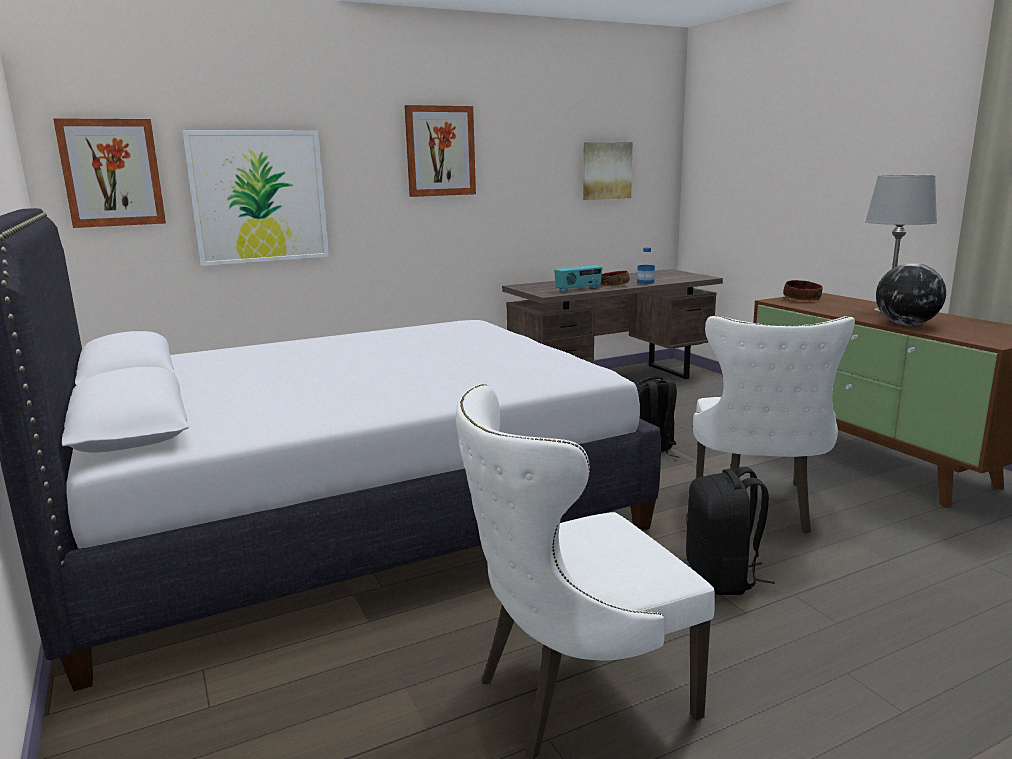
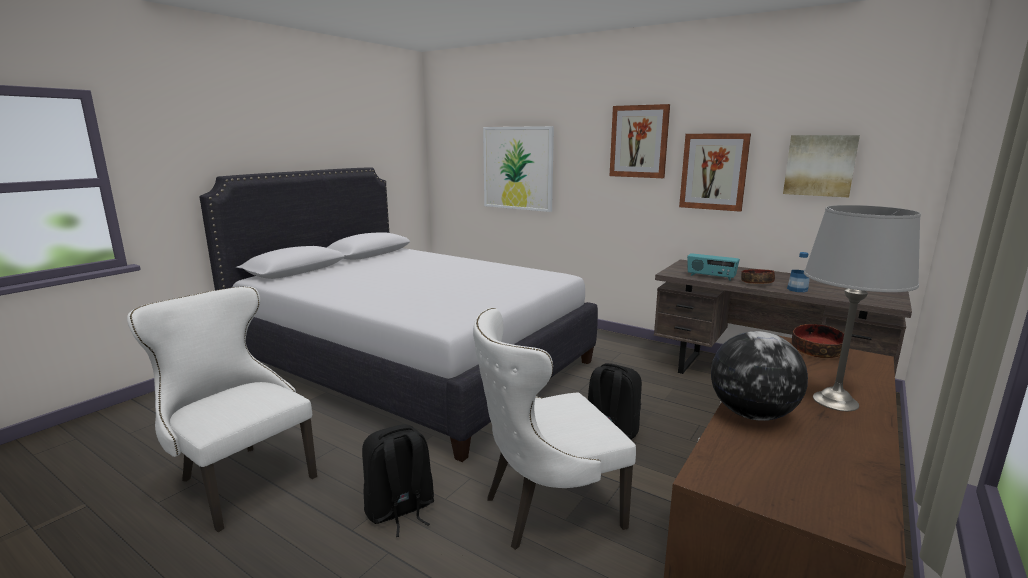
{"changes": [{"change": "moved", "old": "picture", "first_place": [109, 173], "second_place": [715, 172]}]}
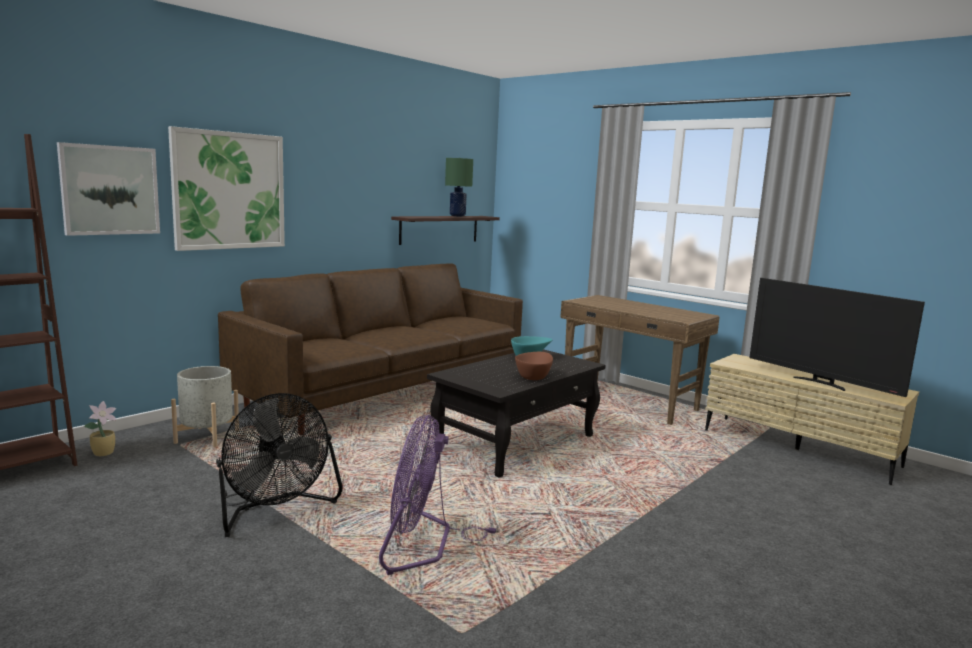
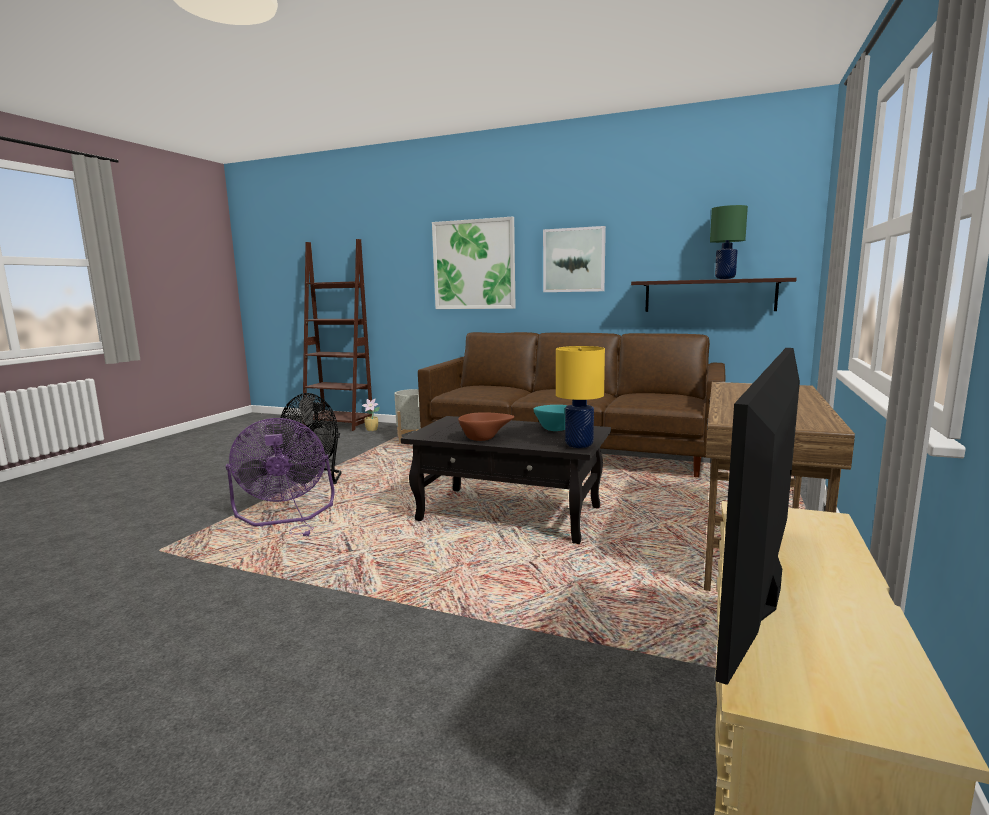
{"changes": [{"change": "moved", "old": "picture", "first_place": [108, 189], "second_place": [574, 259]}, {"change": "added", "new": "yellow table lamp", "second_place": [580, 397]}]}
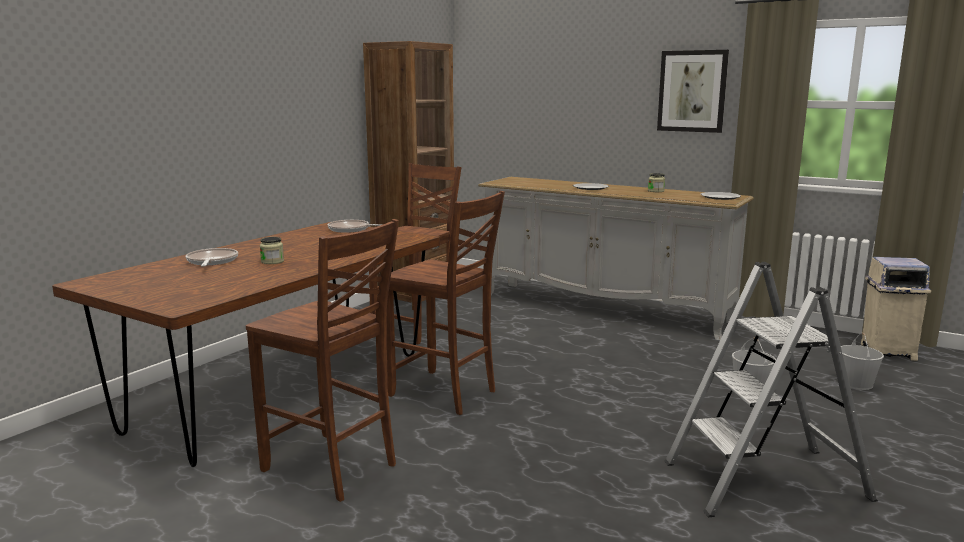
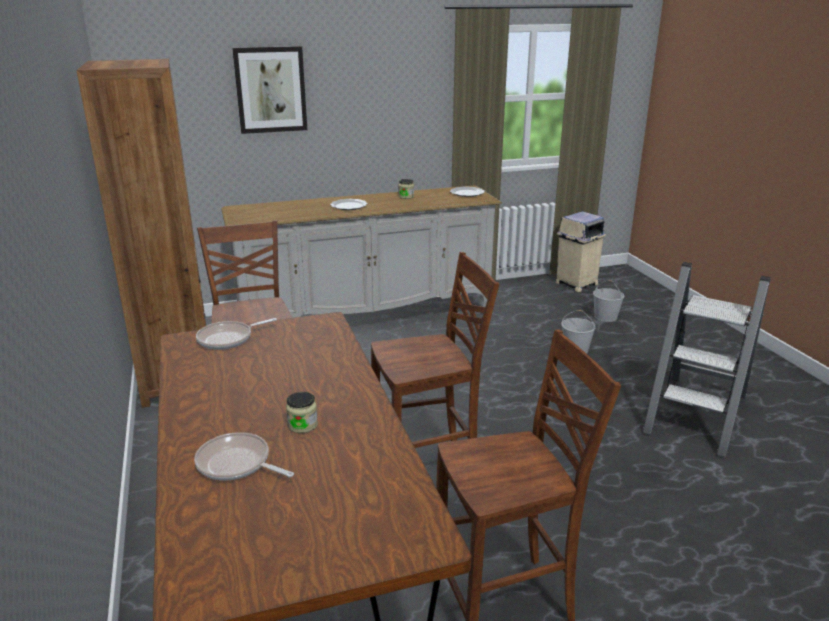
{"changes": [{"change": "moved", "old": "picture", "first_place": [693, 91], "second_place": [269, 90]}]}
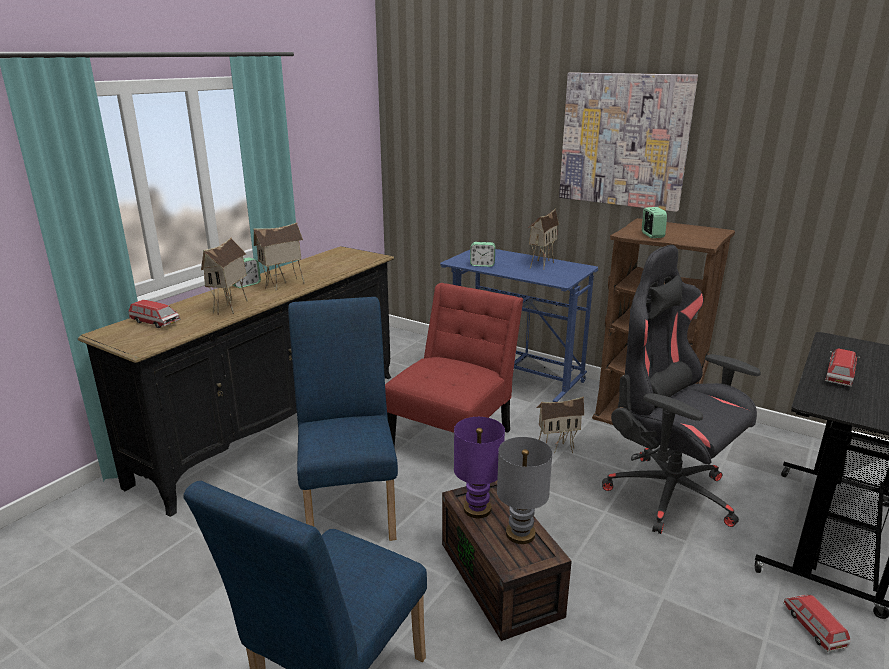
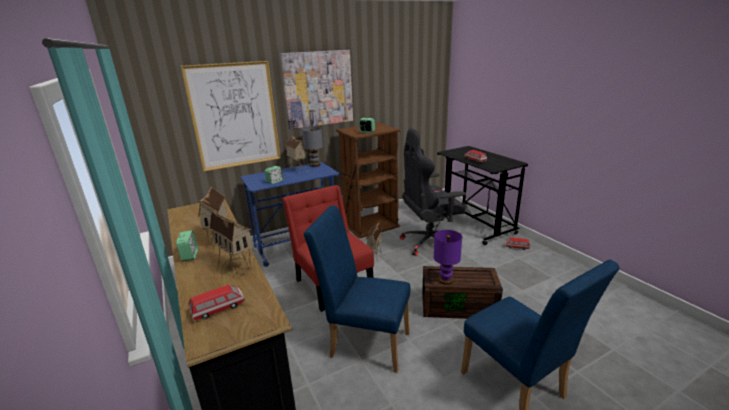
{"changes": [{"change": "moved", "old": "grey table lamp", "first_place": [525, 490], "second_place": [312, 147]}, {"change": "added", "new": "picture", "second_place": [231, 116]}]}
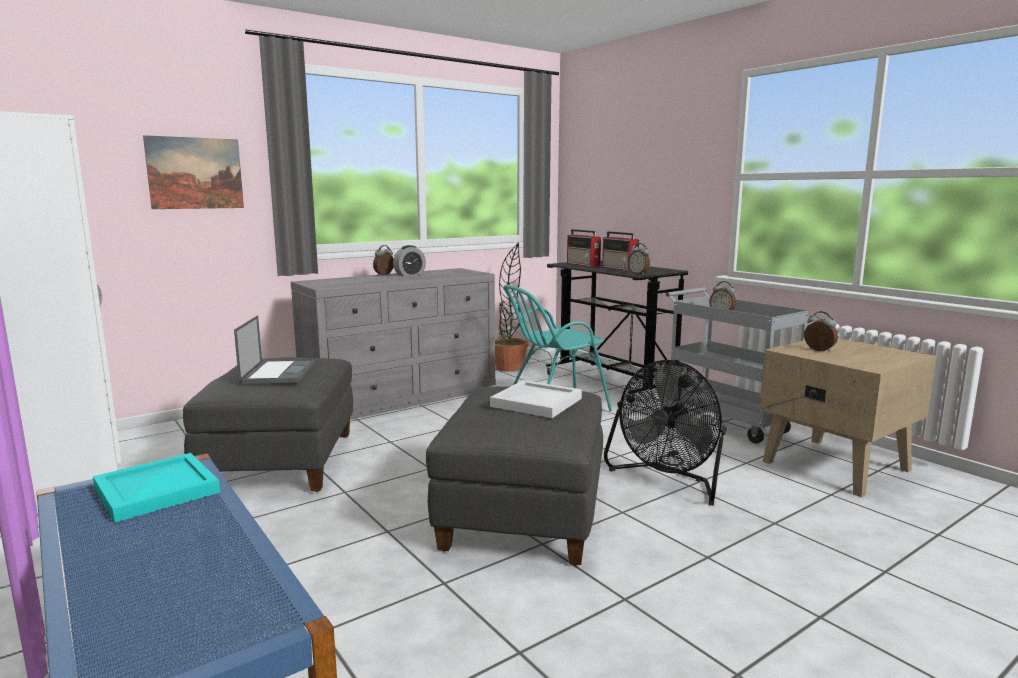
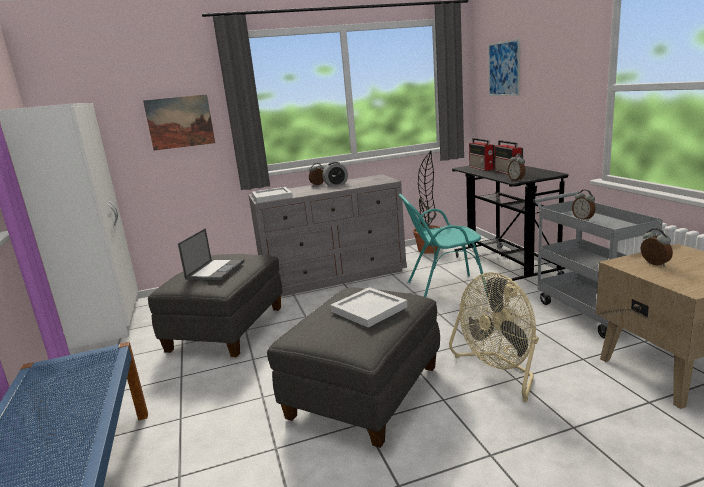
{"changes": [{"change": "recoloured", "old": "black fan", "new": "beige fan", "first_place": [665, 433], "second_place": [494, 337]}, {"change": "removed", "old": "turquoise tray", "first_place": [156, 487]}, {"change": "added", "new": "picture", "second_place": [504, 67]}, {"change": "added", "new": "white tray", "second_place": [272, 195]}]}
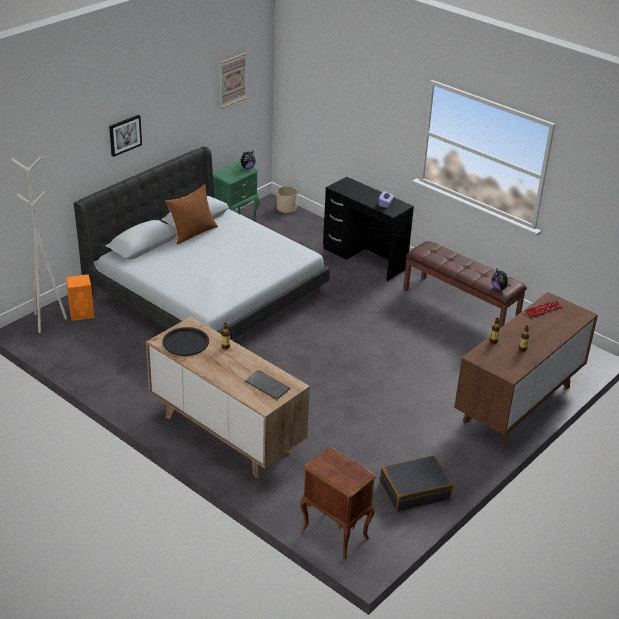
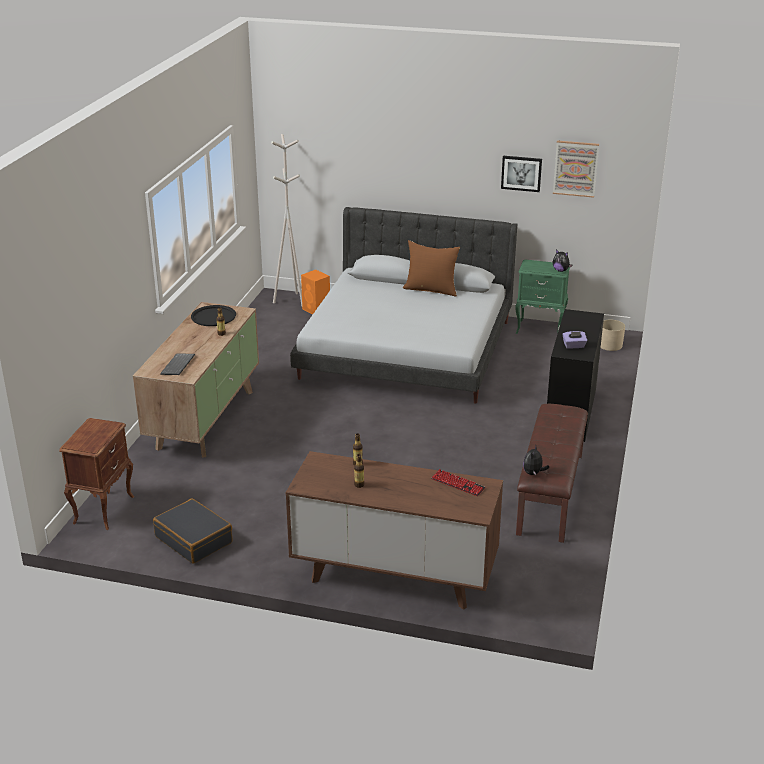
{"changes": [{"change": "moved", "old": "picture", "first_place": [125, 136], "second_place": [521, 174]}]}
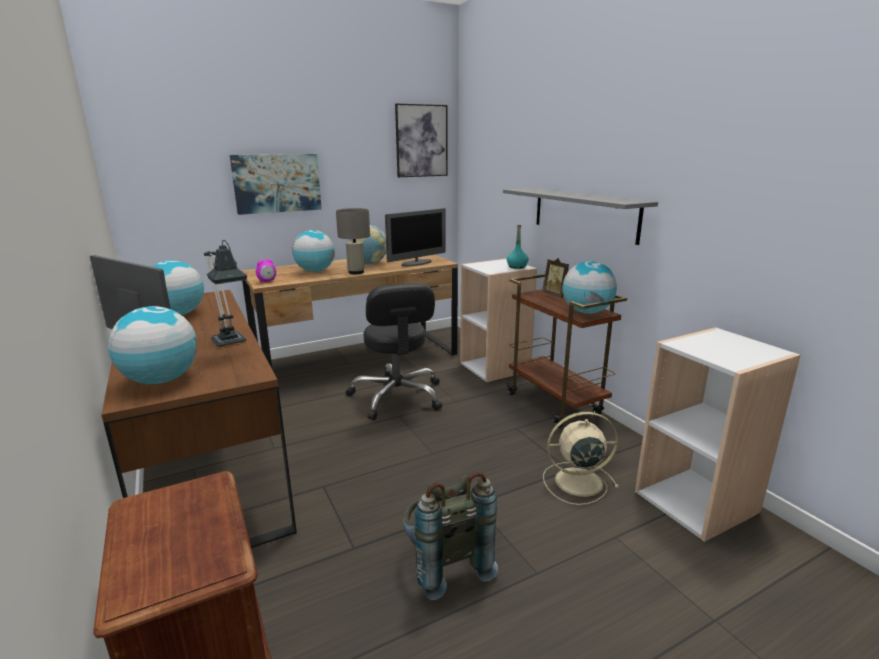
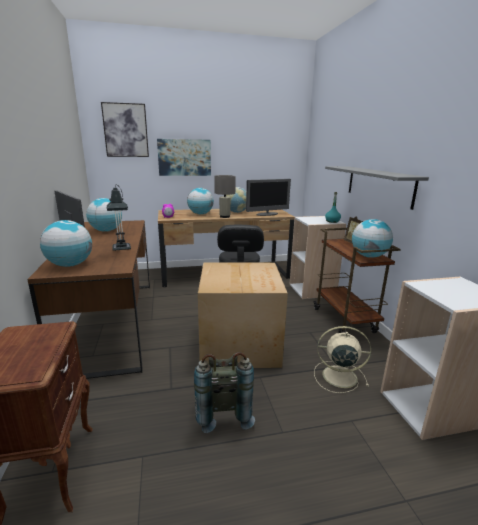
{"changes": [{"change": "moved", "old": "picture", "first_place": [421, 140], "second_place": [125, 129]}, {"change": "added", "new": "cardboard box", "second_place": [243, 315]}]}
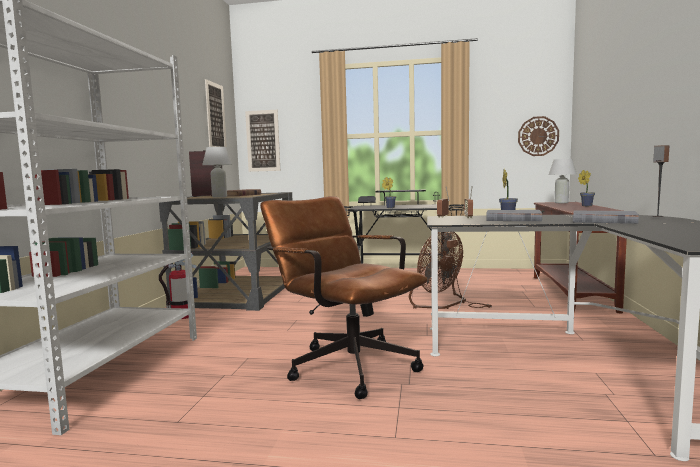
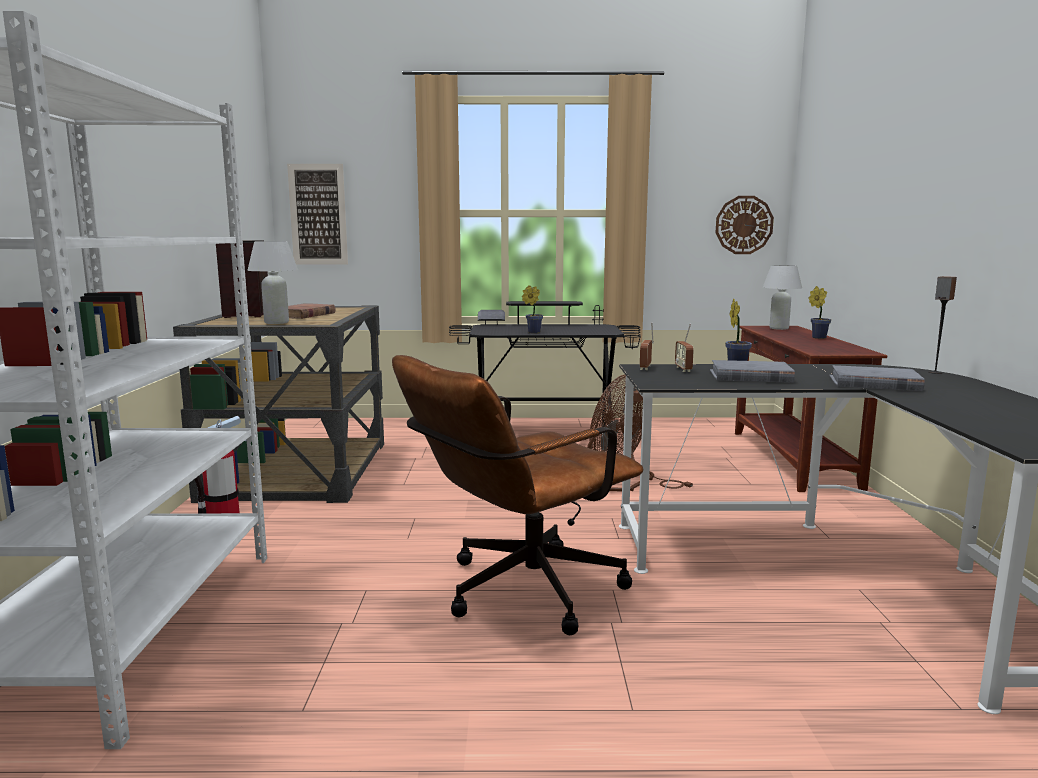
{"changes": [{"change": "removed", "old": "picture", "first_place": [216, 113]}, {"change": "turned", "old": "brown office chair", "first_place": [344, 297], "second_place": [517, 495], "degrees": -75}]}
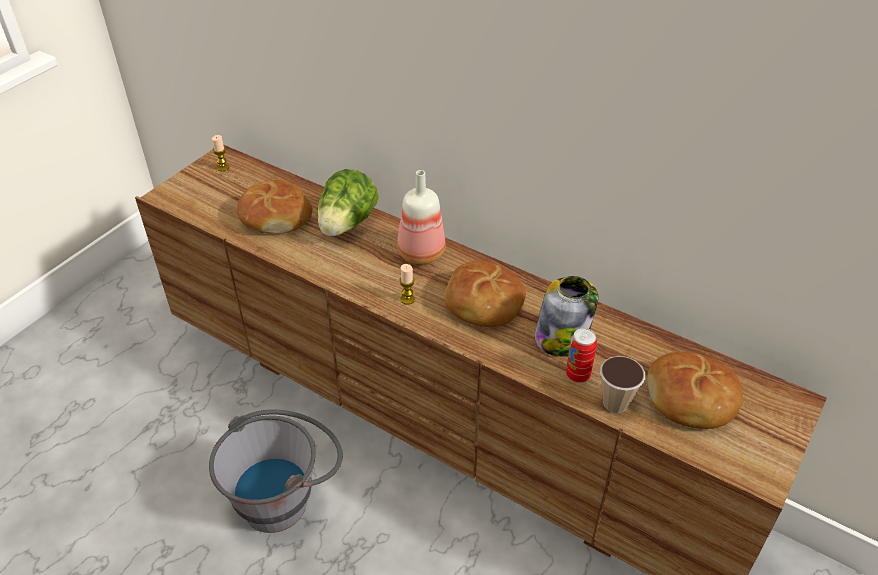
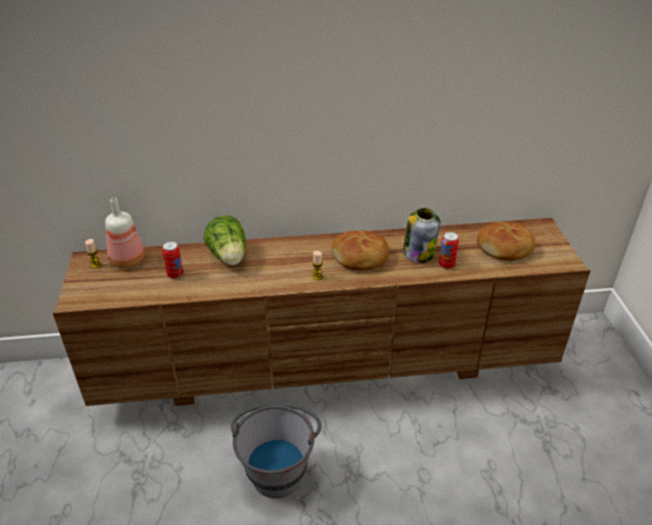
{"changes": [{"change": "moved", "old": "bottle", "first_place": [421, 217], "second_place": [125, 233]}, {"change": "replaced", "old": "bread", "new": "can", "first_place": [275, 207], "second_place": [172, 260]}, {"change": "removed", "old": "cup", "first_place": [622, 384]}]}
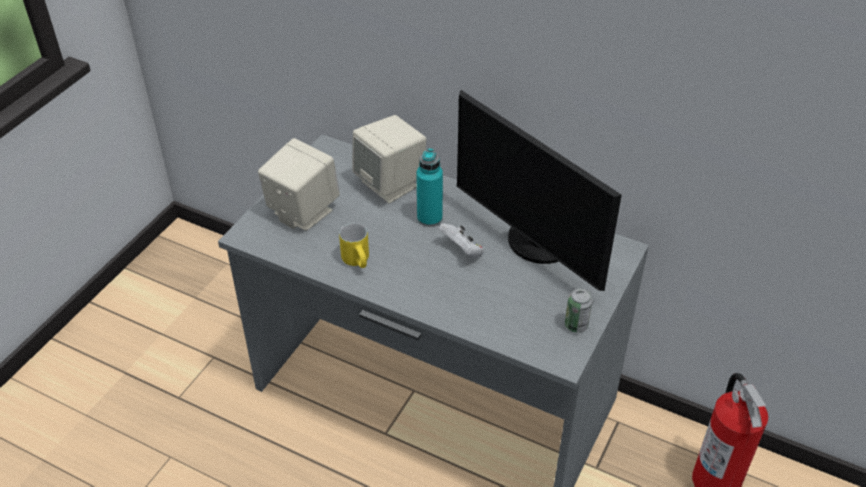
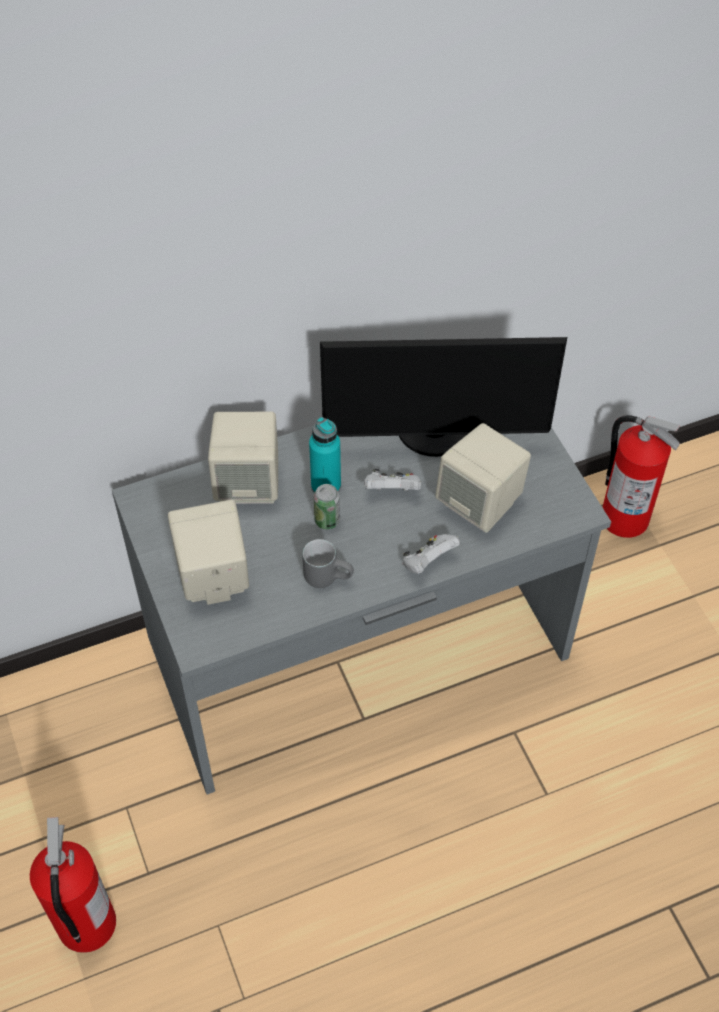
{"changes": [{"change": "recoloured", "old": "yellow mug", "new": "grey mug", "first_place": [354, 245], "second_place": [328, 563]}, {"change": "moved", "old": "can", "first_place": [579, 310], "second_place": [327, 507]}, {"change": "added", "new": "beige speaker", "second_place": [483, 478]}, {"change": "added", "new": "white game controller", "second_place": [431, 554]}, {"change": "added", "new": "fire extinguisher", "second_place": [73, 885]}]}
